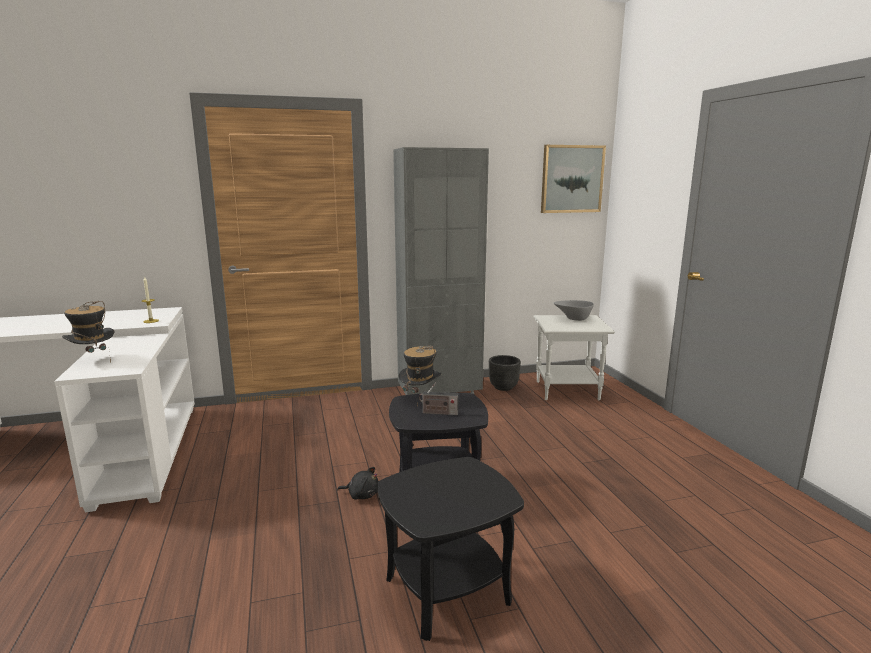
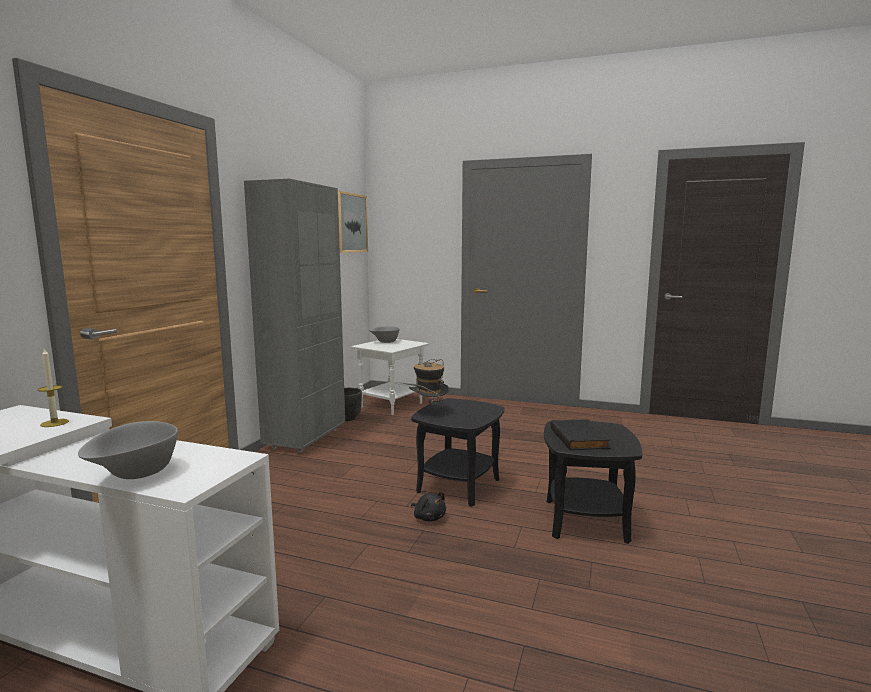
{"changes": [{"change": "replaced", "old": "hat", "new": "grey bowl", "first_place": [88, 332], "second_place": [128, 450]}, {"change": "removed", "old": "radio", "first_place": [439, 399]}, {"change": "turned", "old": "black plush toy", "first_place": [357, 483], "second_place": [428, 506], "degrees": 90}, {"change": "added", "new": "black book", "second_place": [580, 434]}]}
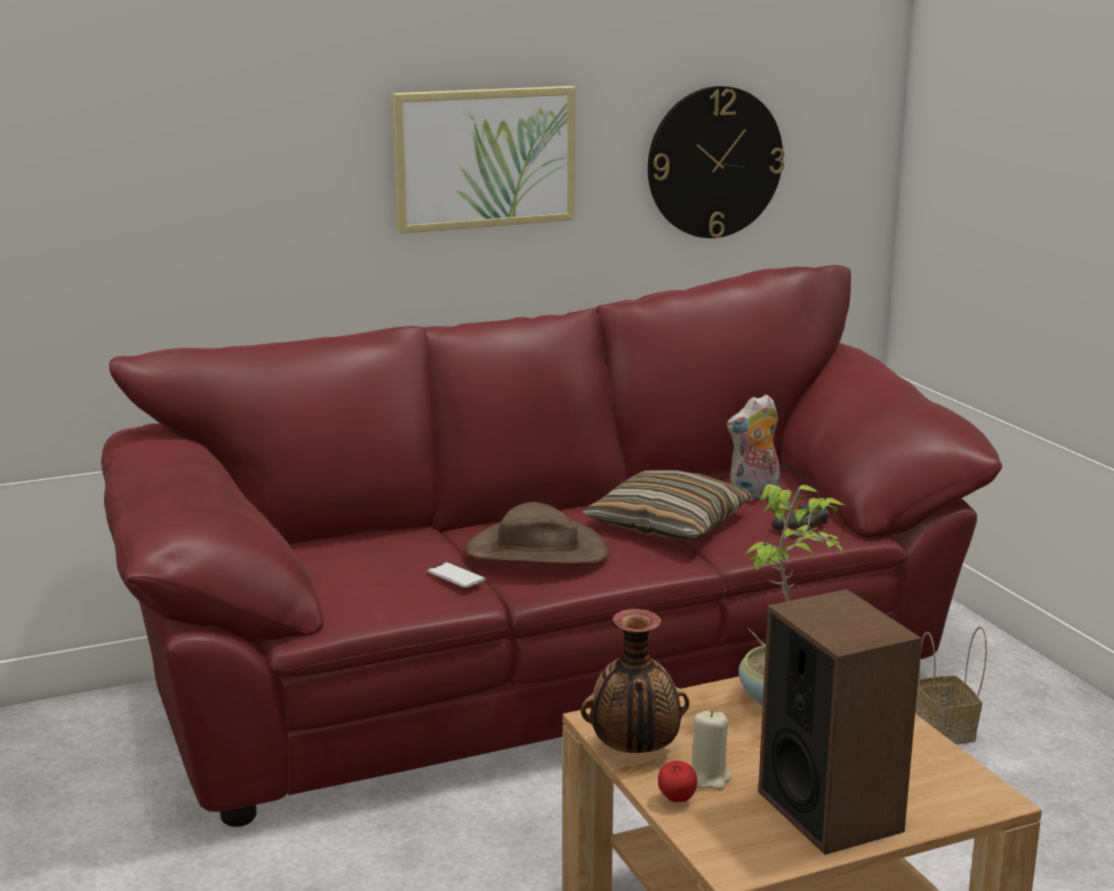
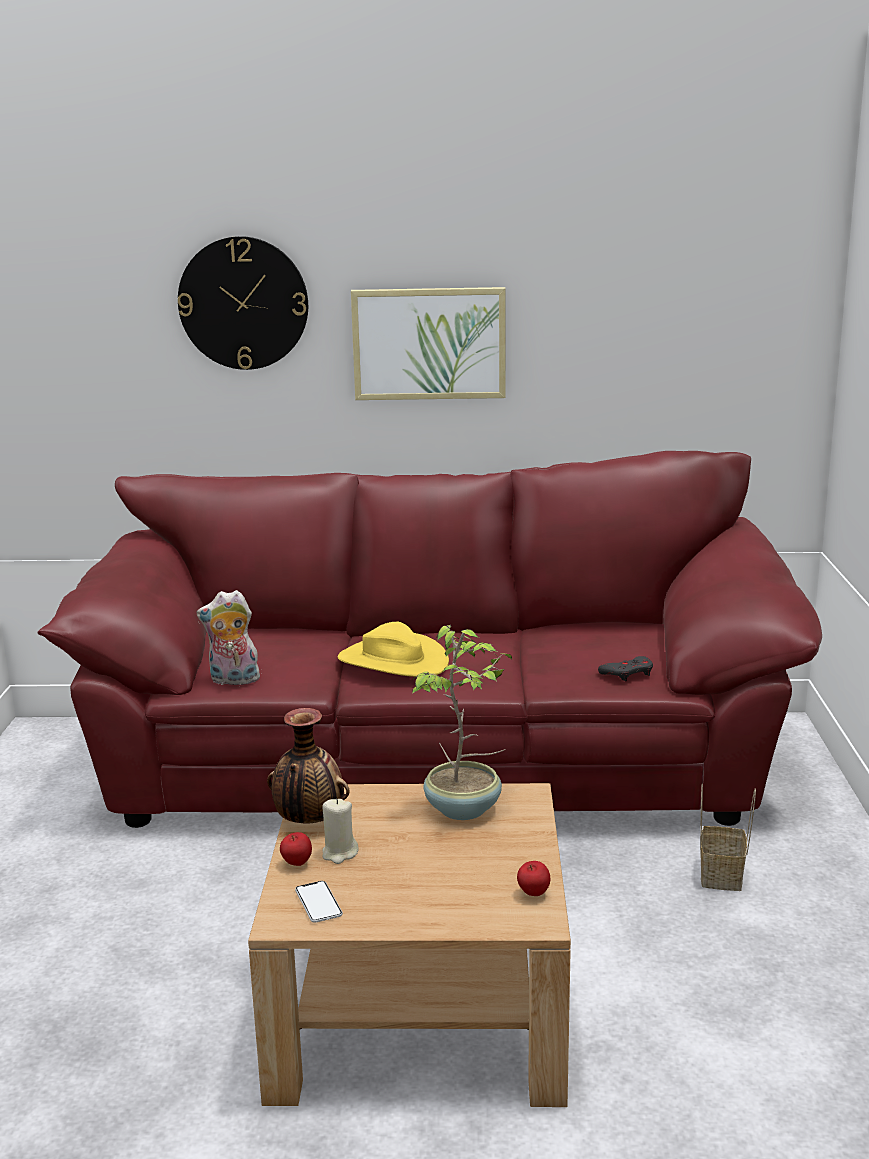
{"changes": [{"change": "moved", "old": "wall clock", "first_place": [716, 162], "second_place": [243, 303]}, {"change": "moved", "old": "plush toy", "first_place": [753, 447], "second_place": [229, 637]}, {"change": "removed", "old": "pillow", "first_place": [667, 505]}, {"change": "recoloured", "old": "brown hat", "new": "yellow hat", "first_place": [537, 533], "second_place": [393, 649]}, {"change": "moved", "old": "phone", "first_place": [456, 575], "second_place": [319, 902]}, {"change": "removed", "old": "speaker", "first_place": [840, 722]}, {"change": "added", "new": "apple", "second_place": [533, 878]}]}
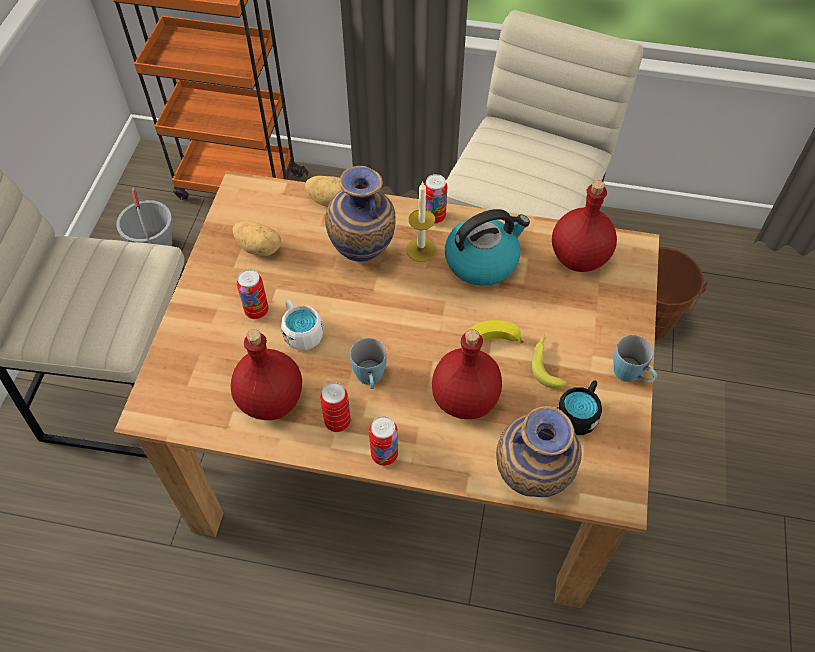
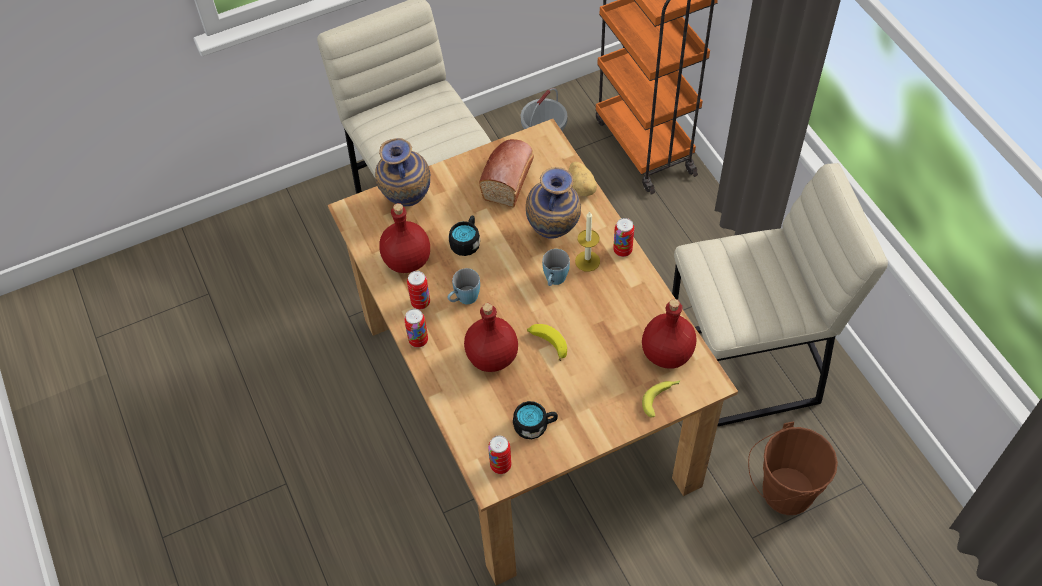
{"changes": [{"change": "removed", "old": "kettle", "first_place": [487, 247]}, {"change": "replaced", "old": "potato", "new": "bread", "first_place": [256, 238], "second_place": [506, 173]}, {"change": "moved", "old": "can", "first_place": [253, 294], "second_place": [500, 455]}, {"change": "recoloured", "old": "white mug", "new": "black mug", "first_place": [302, 324], "second_place": [464, 235]}, {"change": "moved", "old": "banana", "first_place": [549, 361], "second_place": [661, 398]}, {"change": "moved", "old": "blue mug", "first_place": [635, 358], "second_place": [556, 267]}, {"change": "moved", "old": "vase", "first_place": [539, 451], "second_place": [403, 172]}]}
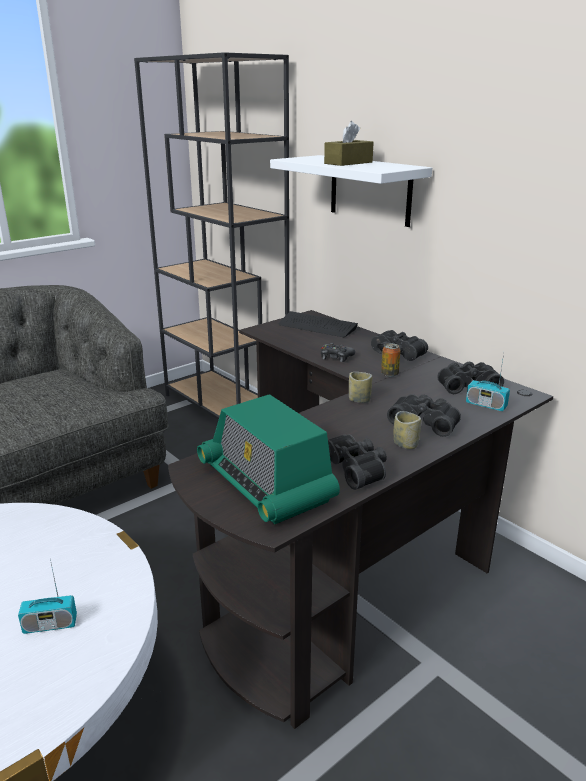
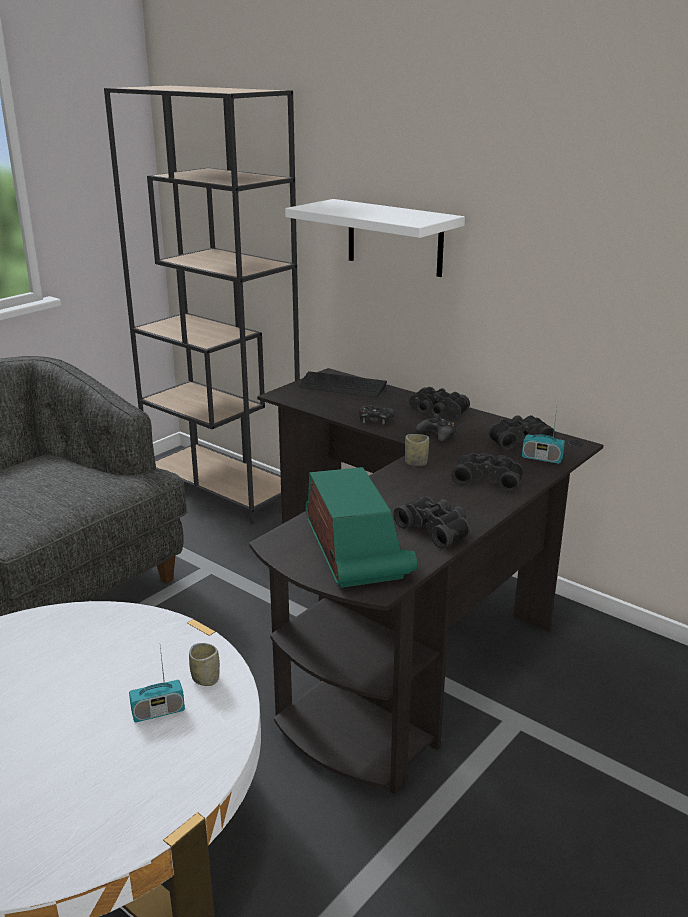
{"changes": [{"change": "removed", "old": "brown tissue box", "first_place": [349, 143]}, {"change": "replaced", "old": "can", "new": "black game controller", "first_place": [390, 360], "second_place": [436, 427]}, {"change": "turned", "old": "radio", "first_place": [268, 459], "second_place": [361, 527], "degrees": -150}, {"change": "moved", "old": "cup", "first_place": [407, 430], "second_place": [204, 664]}]}
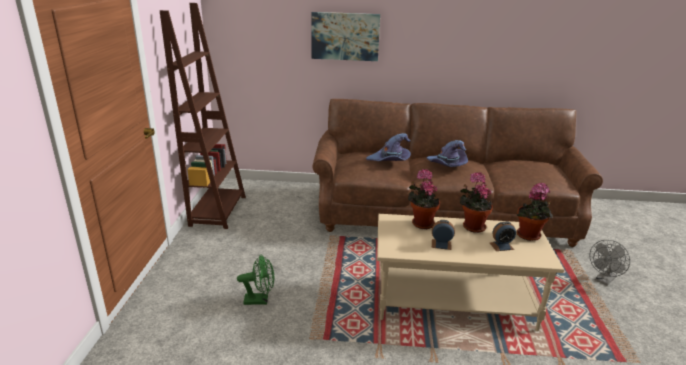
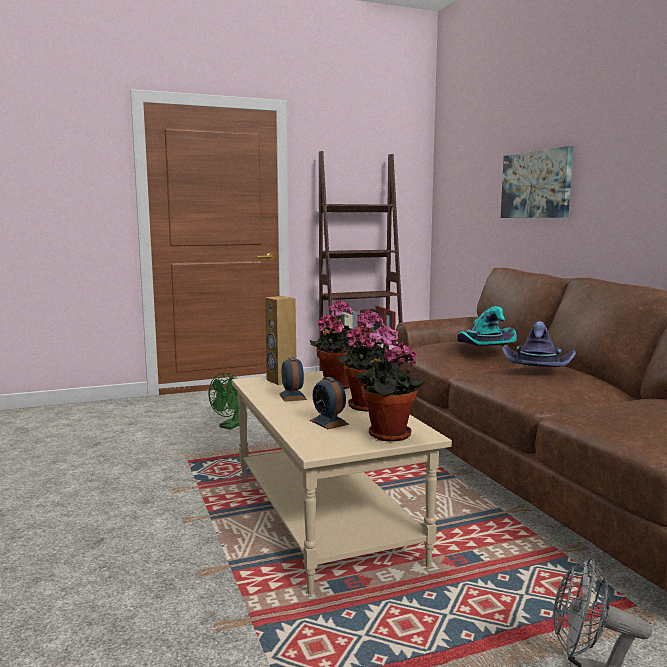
{"changes": [{"change": "recoloured", "old": "purple hat", "new": "turquoise hat", "first_place": [388, 147], "second_place": [487, 326]}, {"change": "turned", "old": "green fan", "first_place": [255, 280], "second_place": [224, 401], "degrees": 60}, {"change": "added", "new": "brown speaker", "second_place": [280, 340]}]}
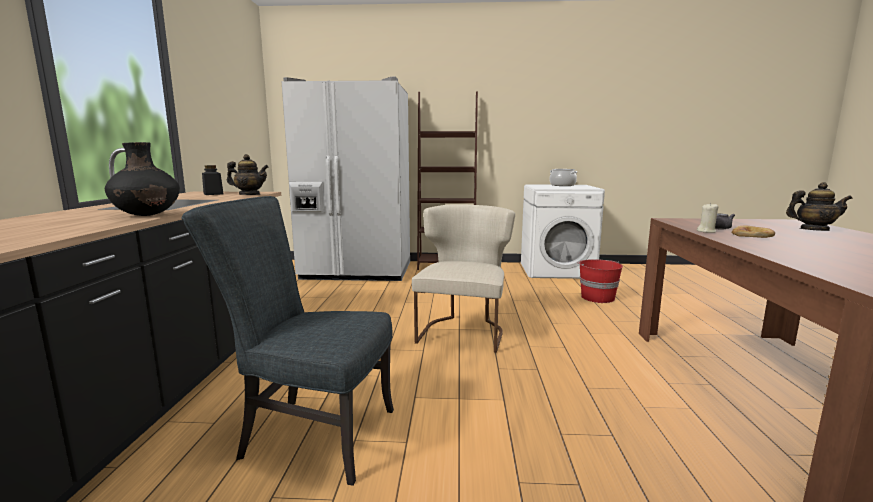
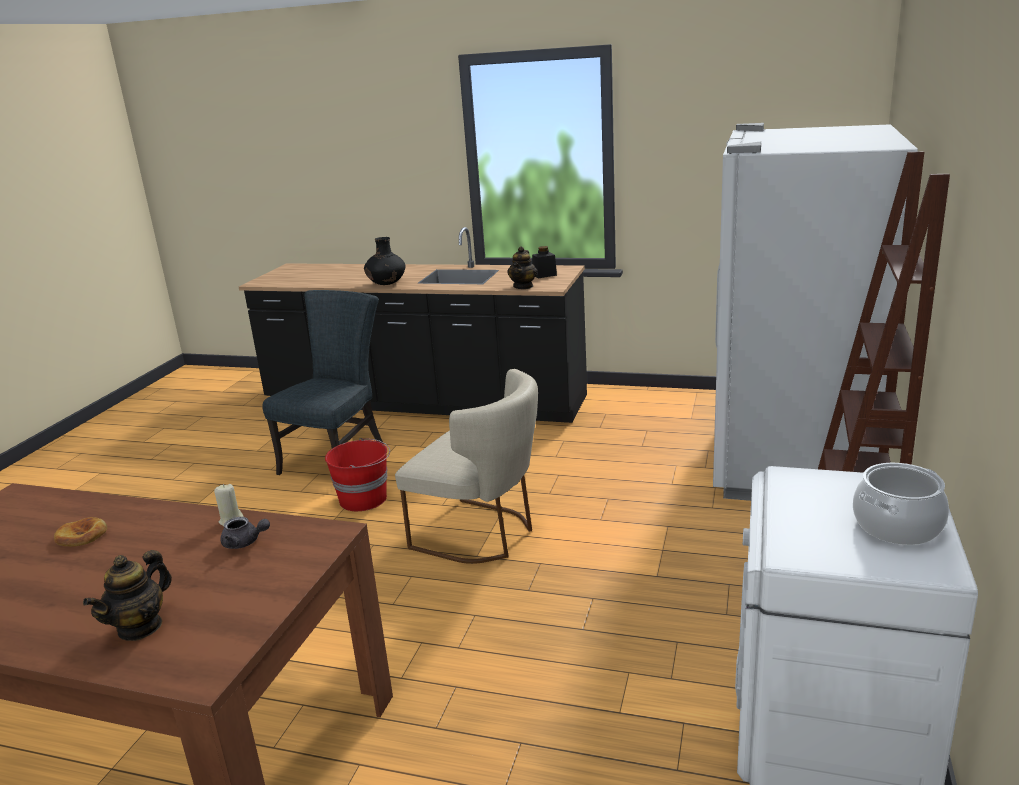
{"changes": [{"change": "moved", "old": "bread", "first_place": [753, 232], "second_place": [80, 531]}, {"change": "moved", "old": "red bucket", "first_place": [600, 281], "second_place": [357, 474]}]}
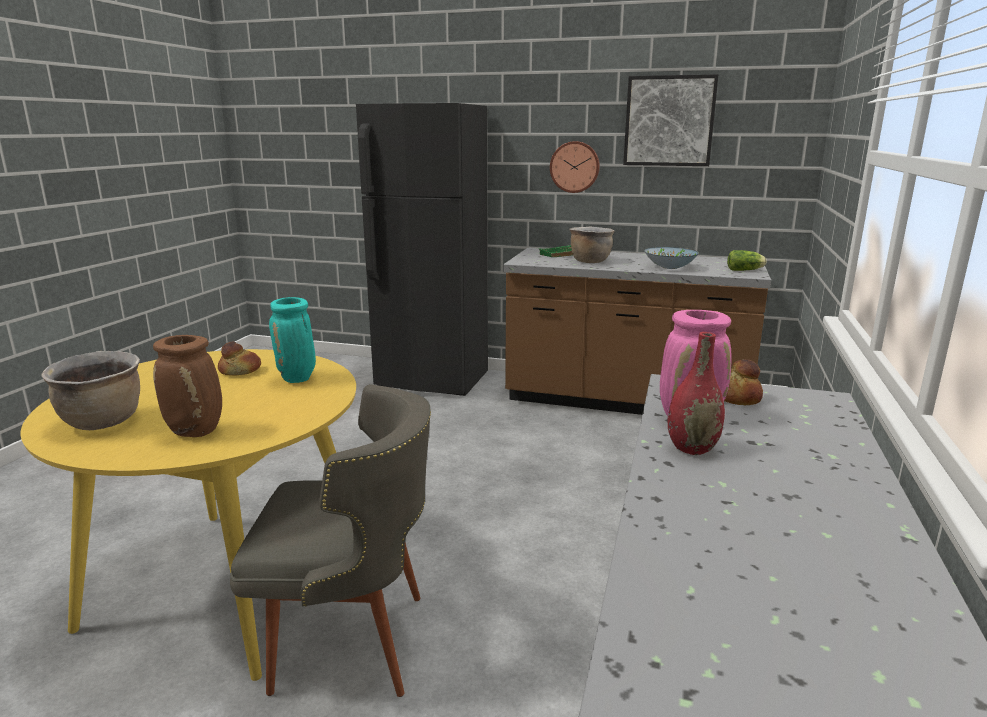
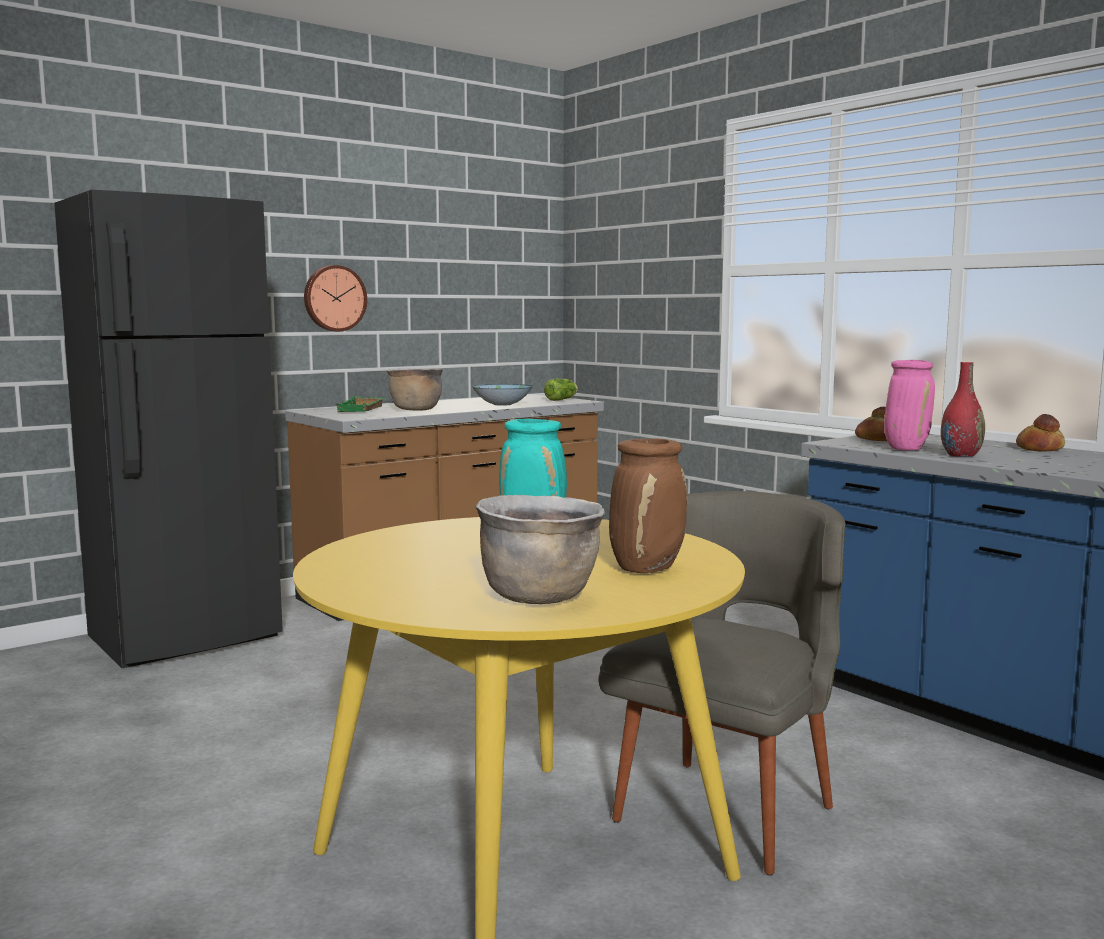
{"changes": [{"change": "removed", "old": "picture", "first_place": [671, 120]}, {"change": "moved", "old": "bread", "first_place": [239, 359], "second_place": [1040, 433]}]}
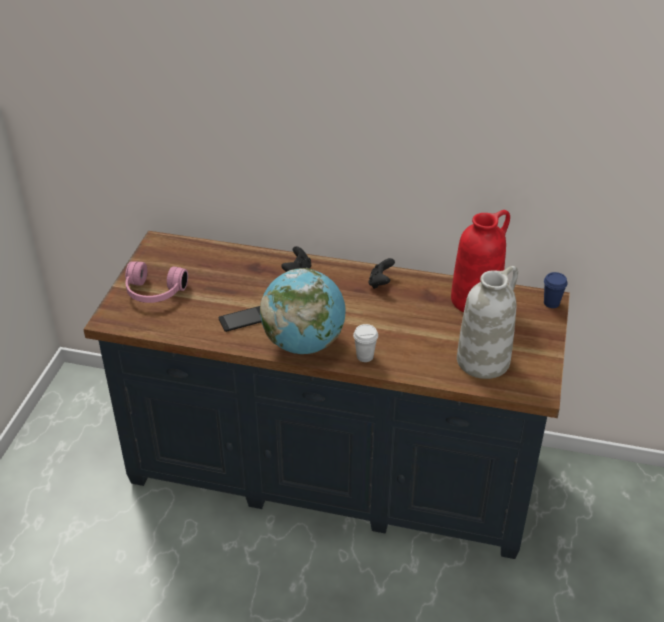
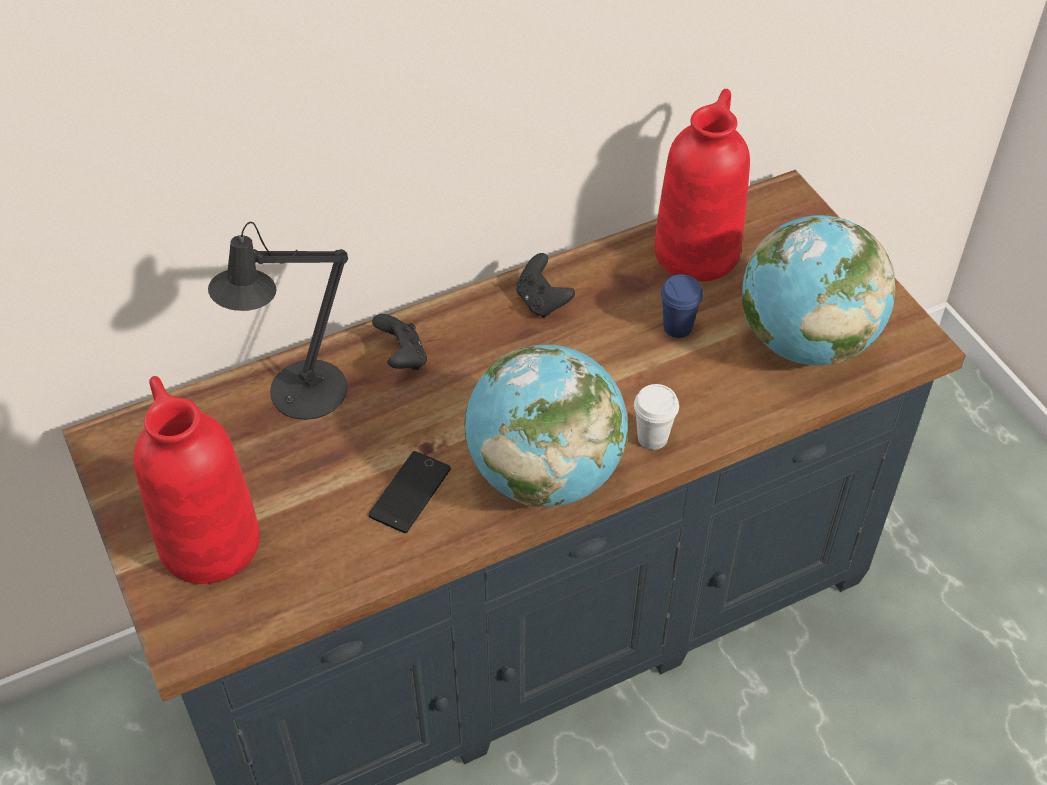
{"changes": [{"change": "replaced", "old": "pink headphones", "new": "red vase", "first_place": [156, 282], "second_place": [196, 480]}, {"change": "replaced", "old": "white vase", "new": "globe", "first_place": [487, 322], "second_place": [818, 290]}, {"change": "moved", "old": "blue cup", "first_place": [555, 290], "second_place": [682, 306]}, {"change": "added", "new": "black table lamp", "second_place": [278, 321]}]}
